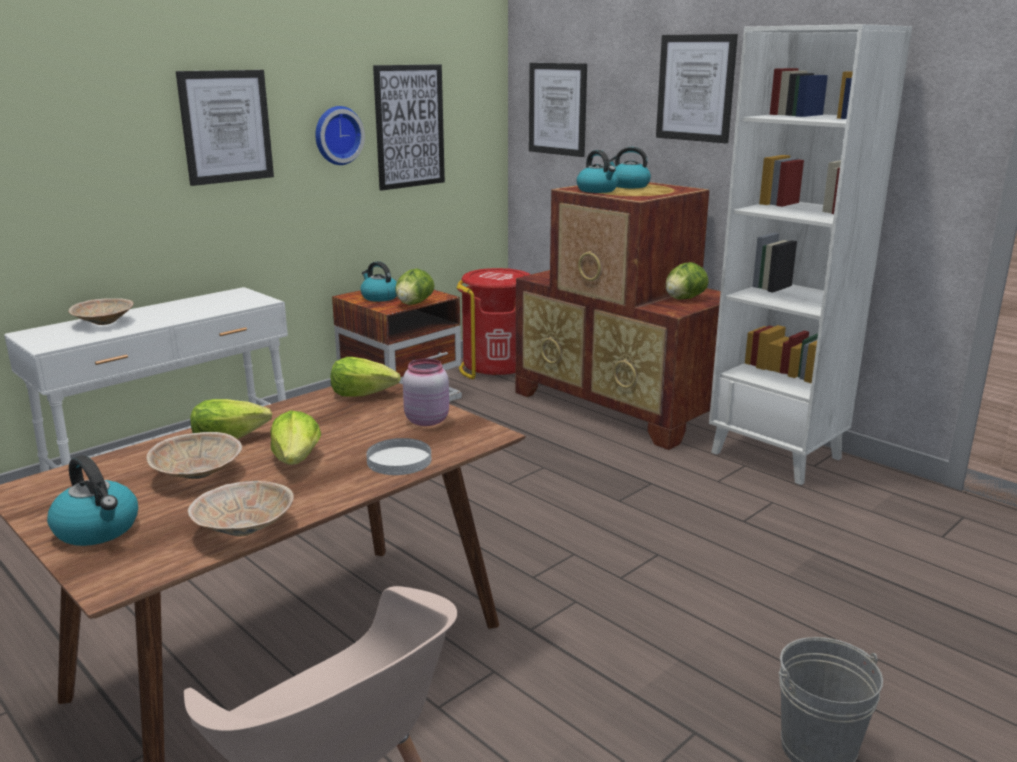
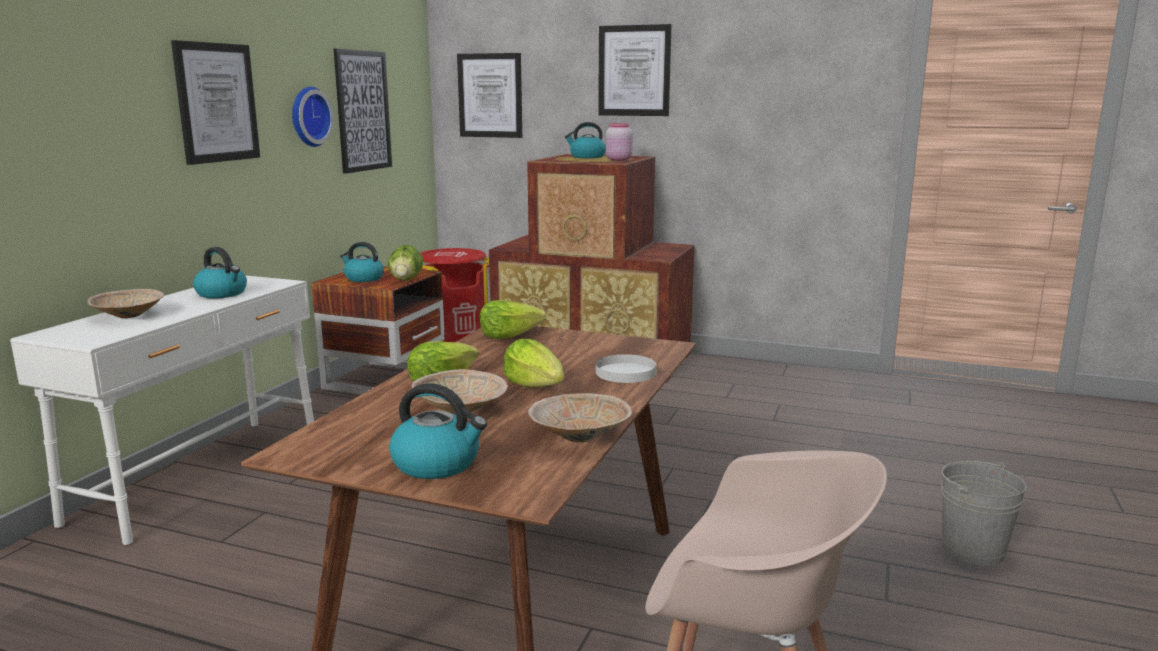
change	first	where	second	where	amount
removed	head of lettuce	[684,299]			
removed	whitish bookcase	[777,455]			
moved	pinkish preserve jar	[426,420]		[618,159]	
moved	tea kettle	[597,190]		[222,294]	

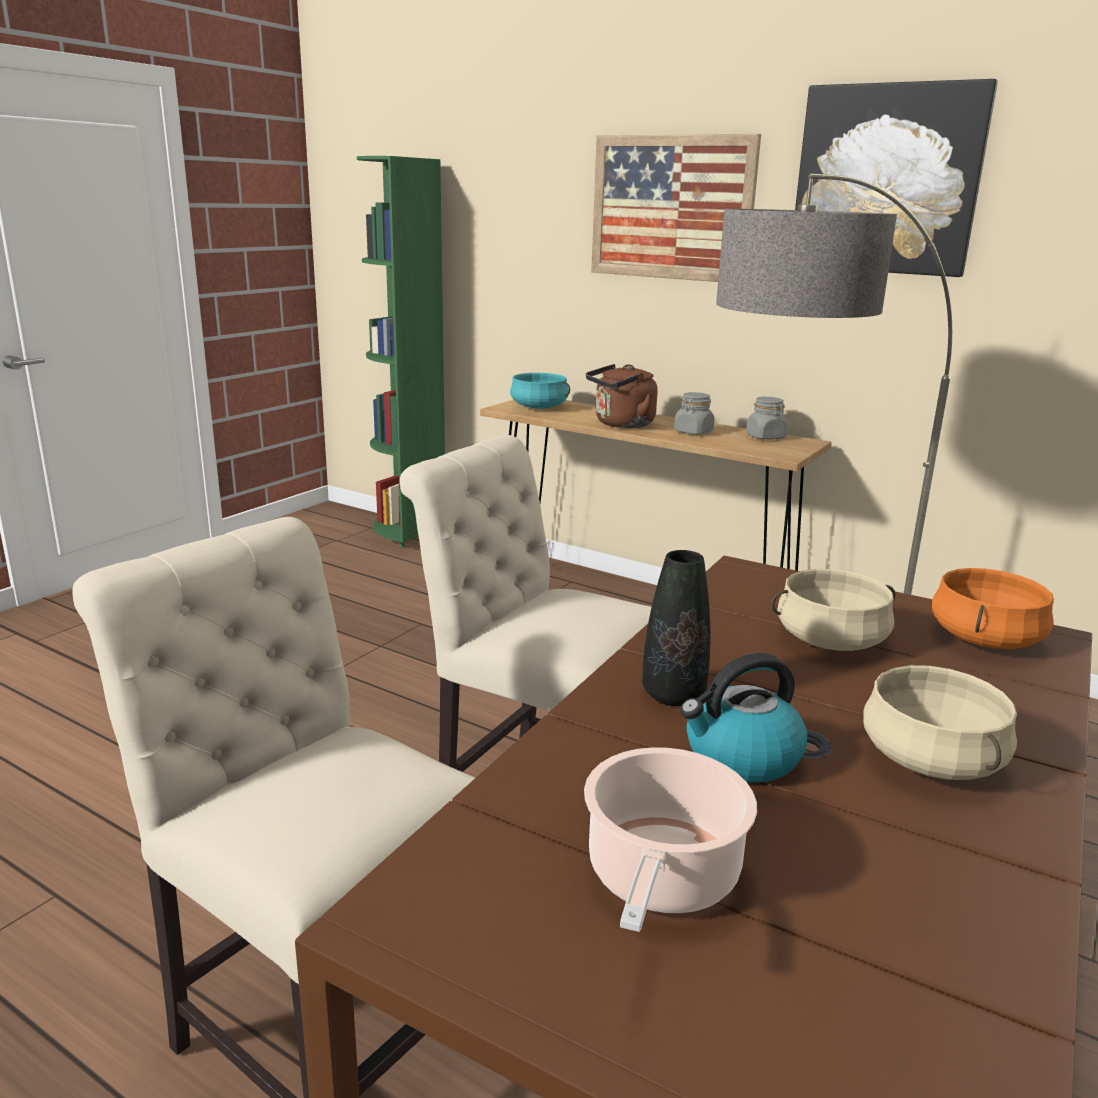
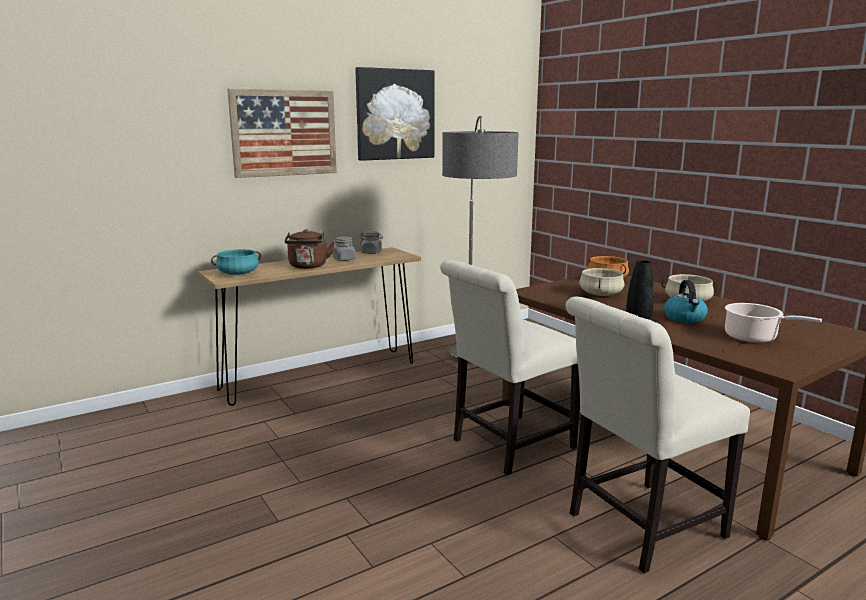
change	first	where	second	where	amount
removed	green bookcase	[403,535]			

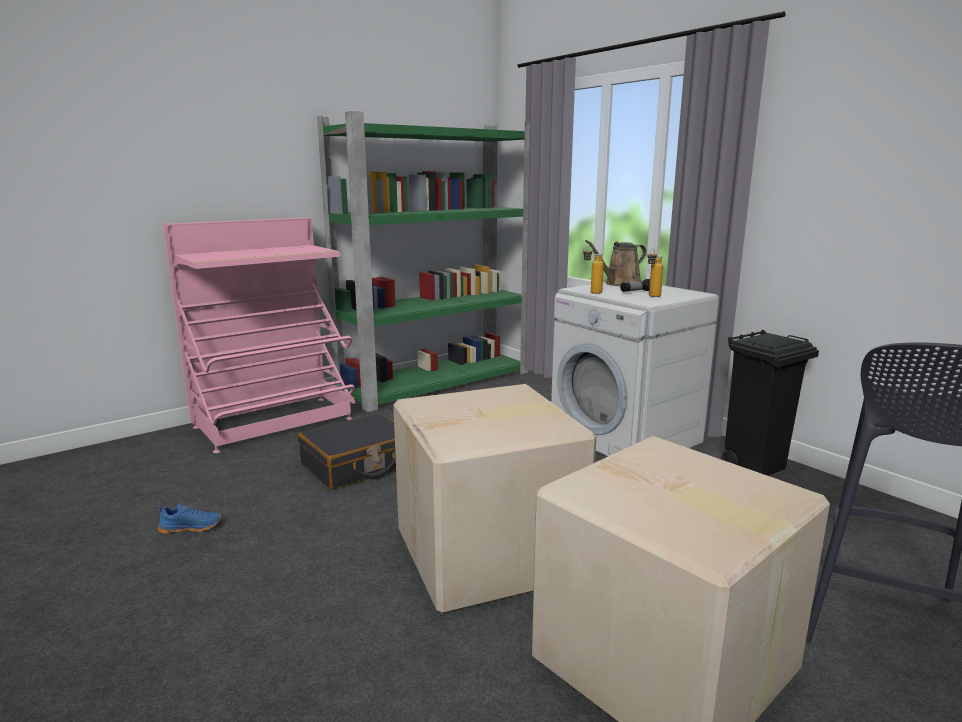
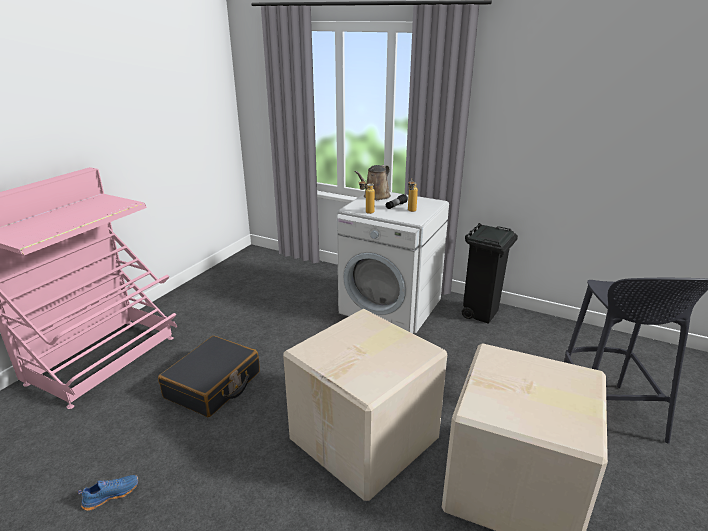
change	first	where	second	where	amount
removed	green bookcase	[436,382]			

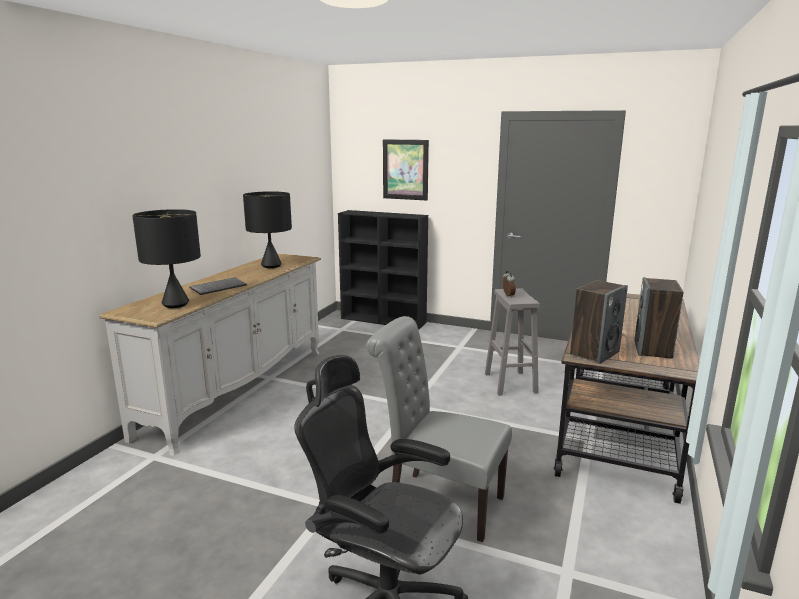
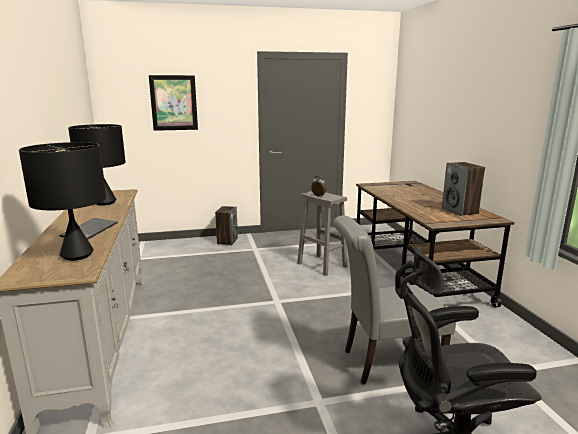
change	first	where	second	where	amount
removed	black bookcase	[384,320]			
moved	loudspeaker	[594,353]		[227,241]	

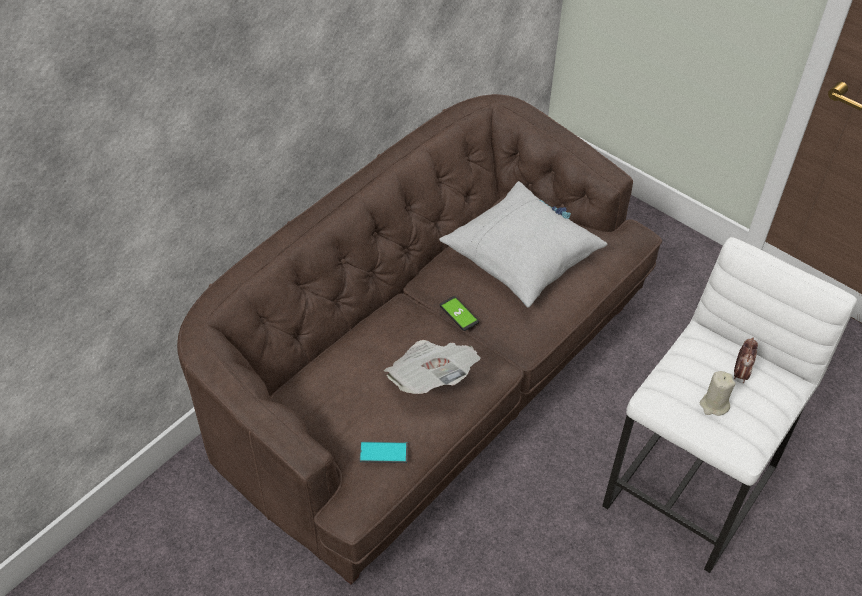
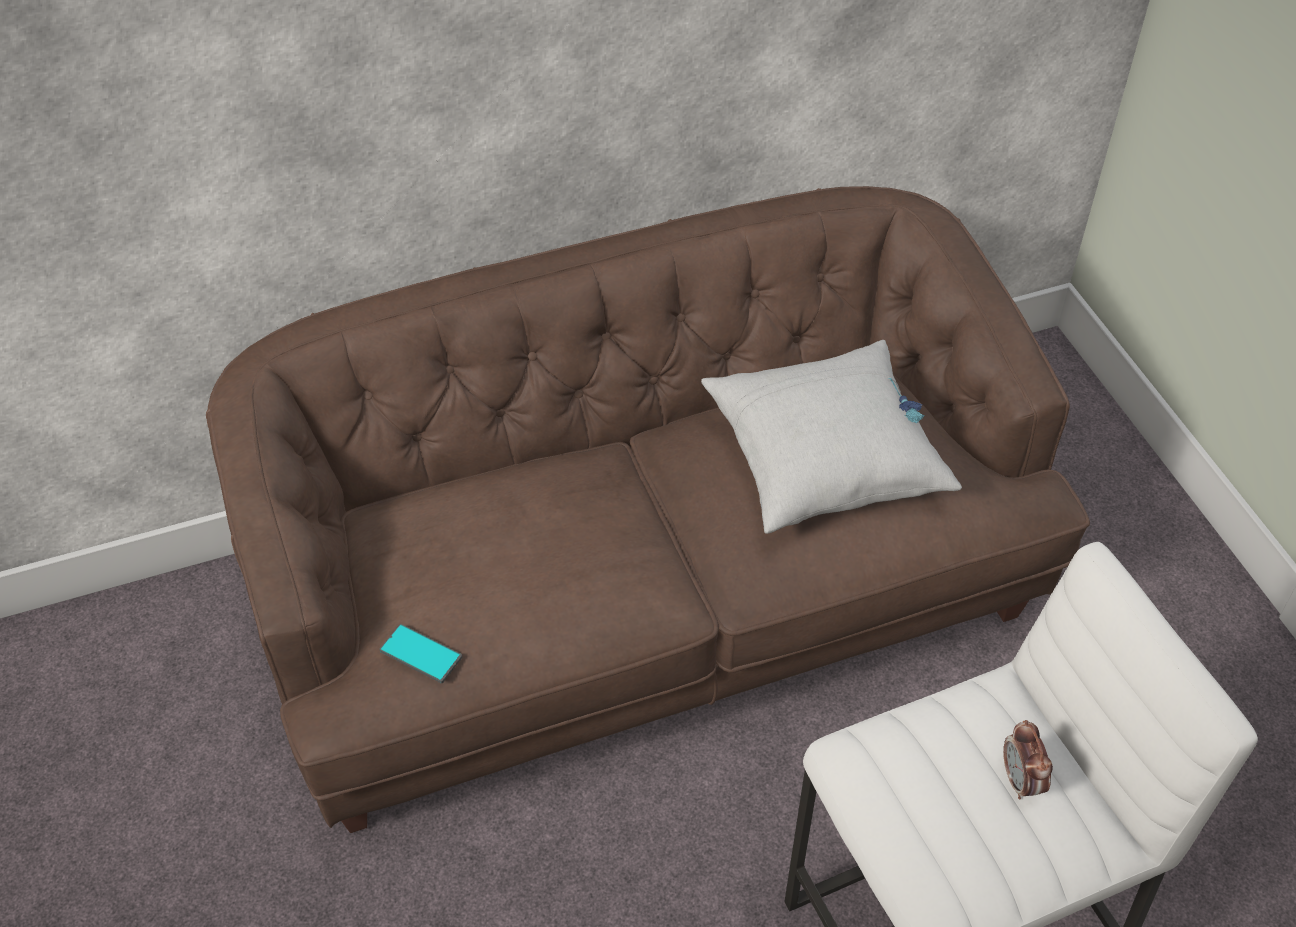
change	first	where	second	where	amount
removed	newspaper	[430,379]			
removed	telephone	[459,314]			
removed	beige candle	[714,405]			
turned	bedside clock	[740,373]		[1020,781]	120 degrees clockwise

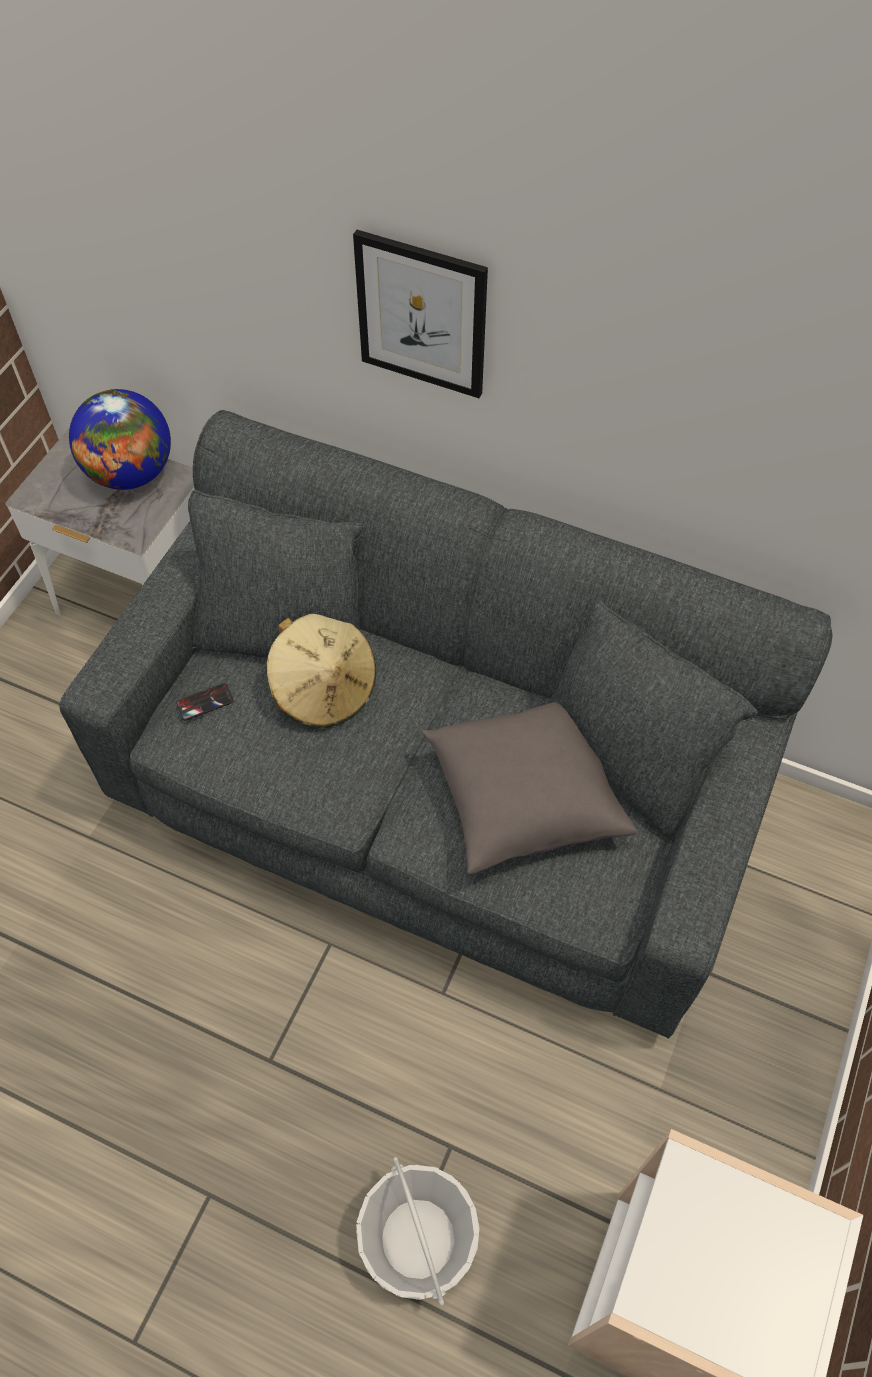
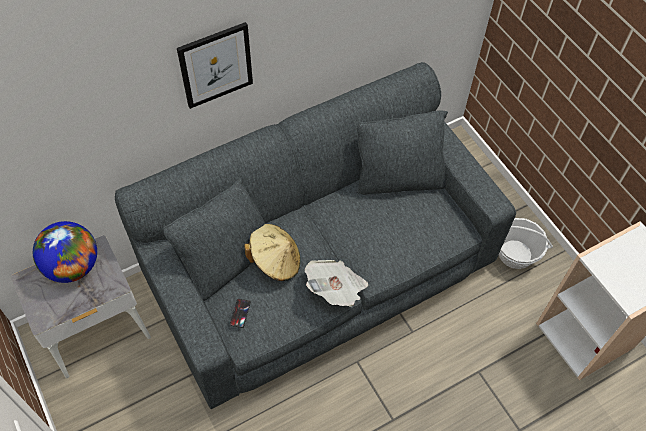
change	first	where	second	where	amount
removed	gray throw pillow	[524,795]			
added			newspaper	[336,289]	
moved	basket	[418,1238]		[515,254]	

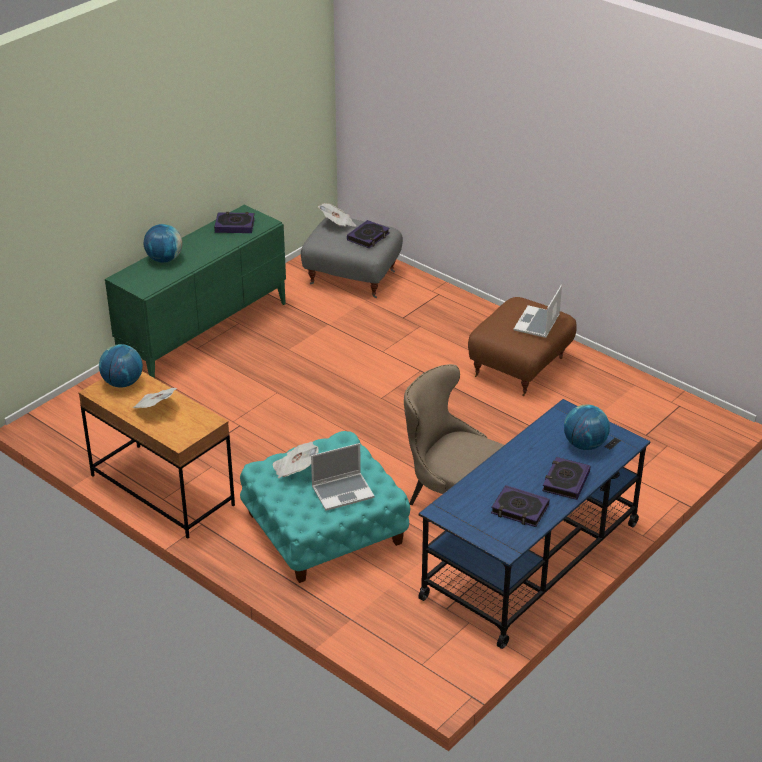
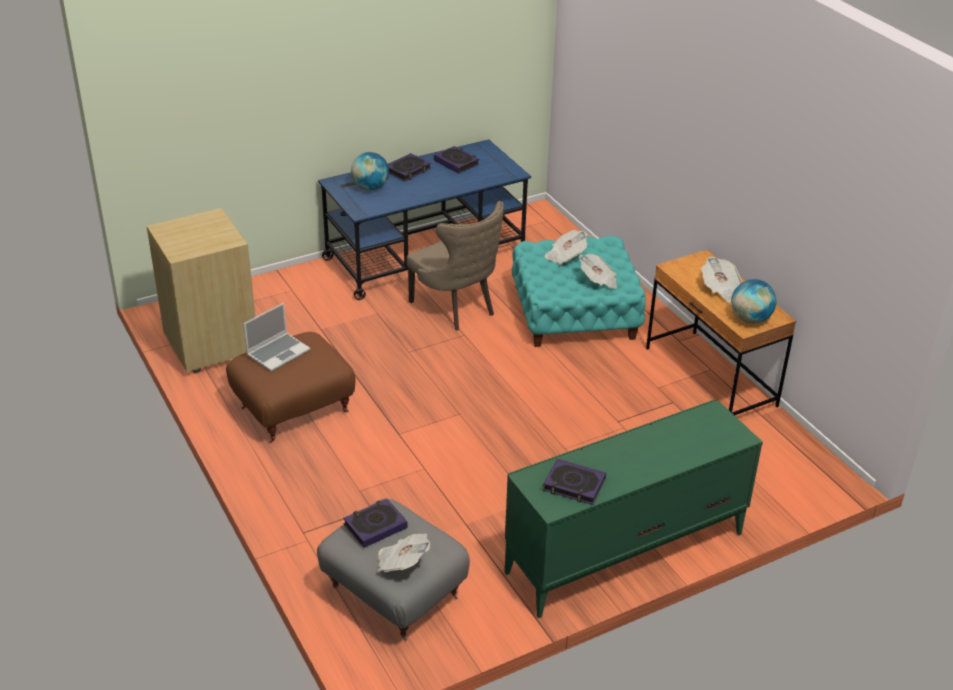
change	first	where	second	where	amount
removed	world globe	[164,259]			
added			brown chest of drawers	[212,347]	
replaced	portable computer	[343,492]	newspaper	[565,256]	

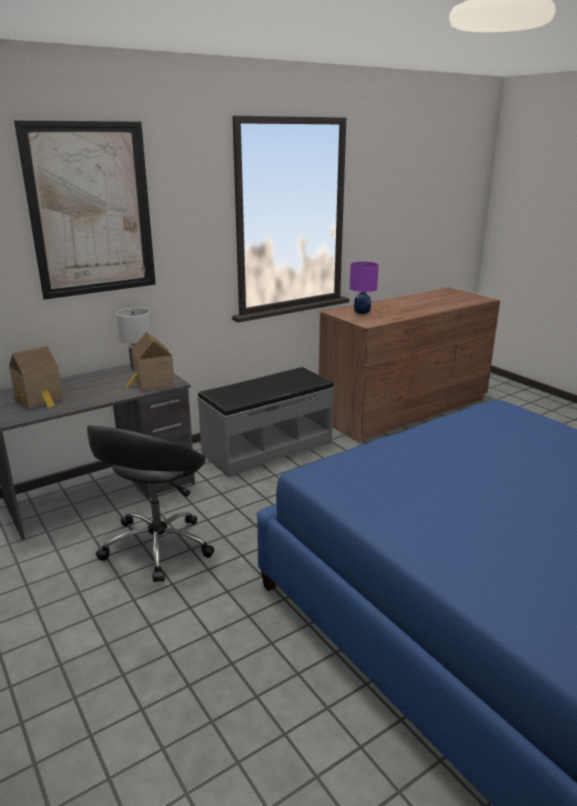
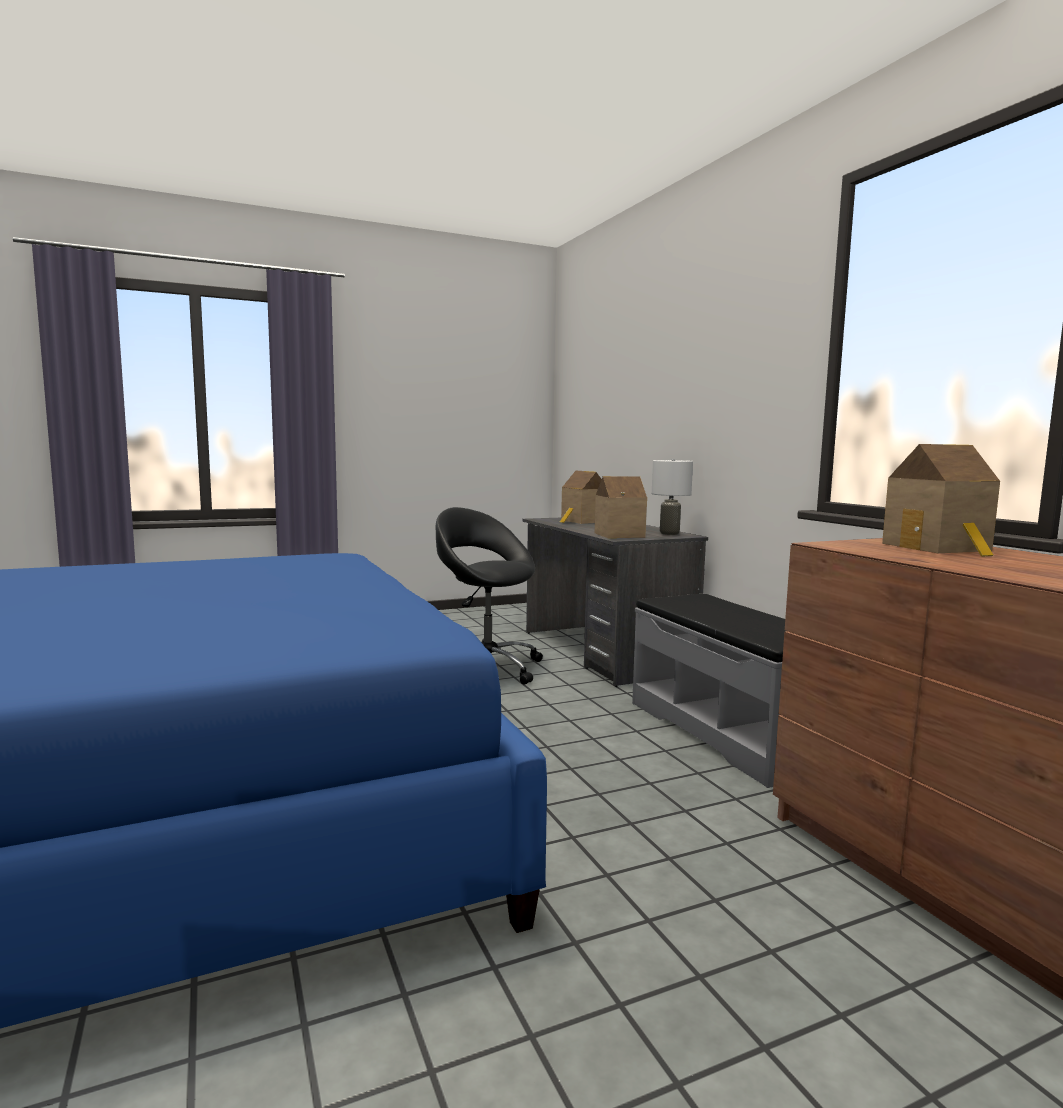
change	first	where	second	where	amount
removed	picture	[91,210]			
replaced	purple lamp for a table	[362,312]	miniature house	[940,548]	

